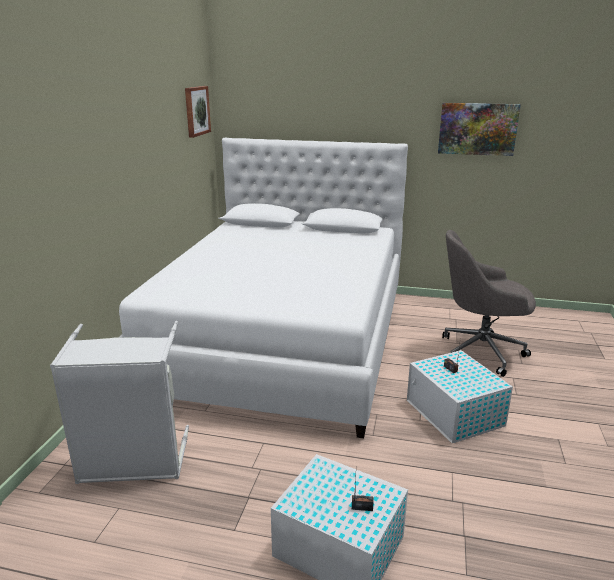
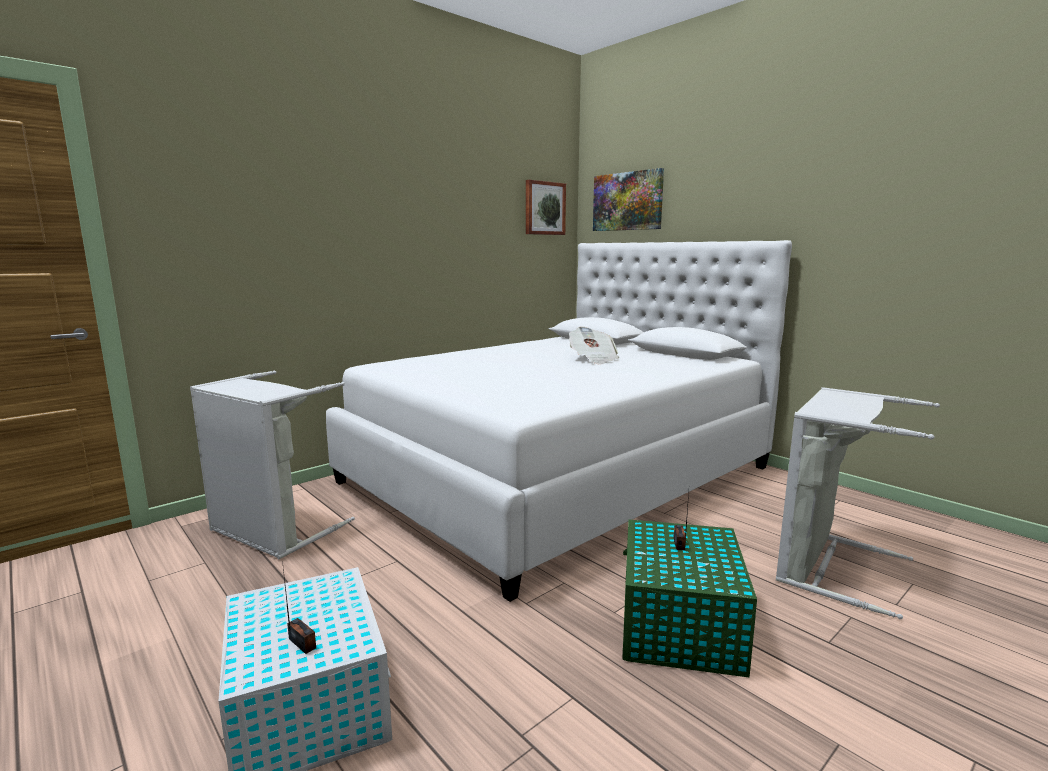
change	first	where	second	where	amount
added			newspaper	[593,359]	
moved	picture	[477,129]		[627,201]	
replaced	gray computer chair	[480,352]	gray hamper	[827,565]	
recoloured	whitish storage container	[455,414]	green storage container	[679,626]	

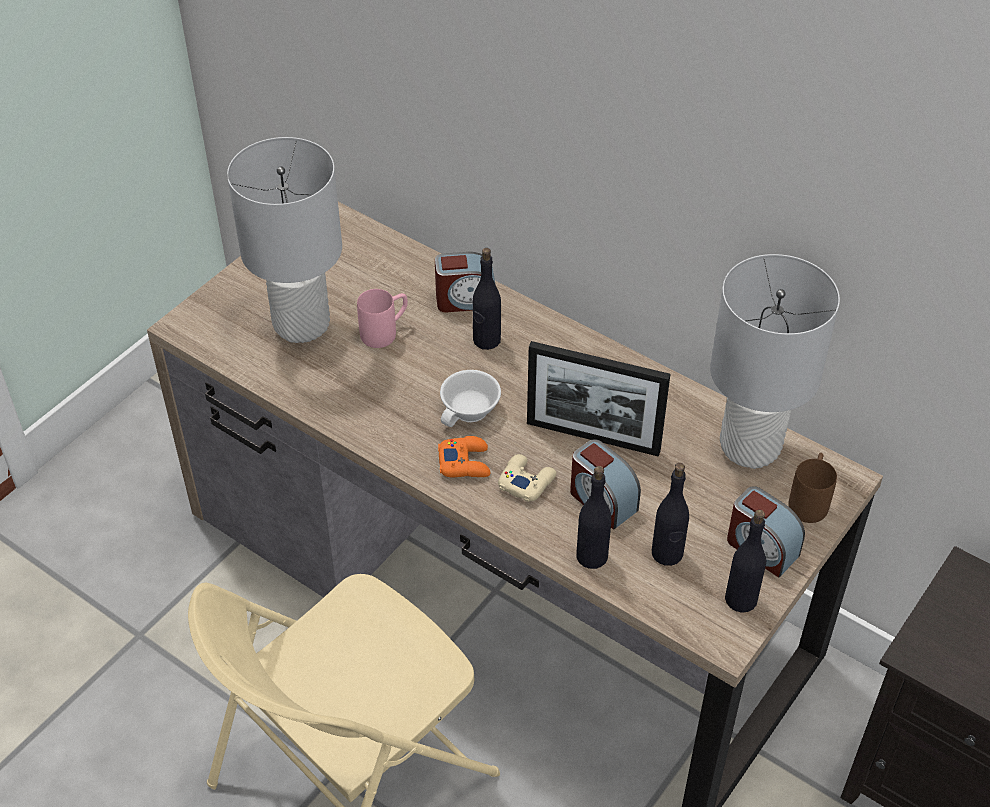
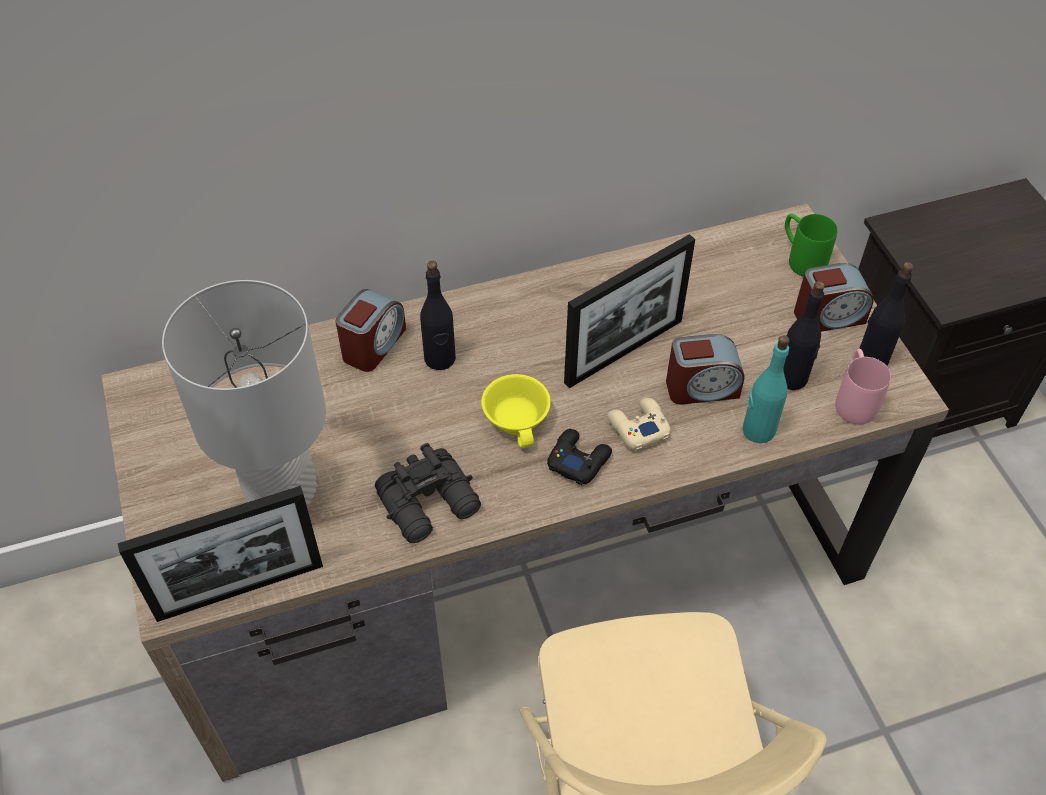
change	first	where	second	where	amount
removed	gray lamp for a table	[748,450]			
added			photo frame	[240,590]	
added			black binoculars	[431,504]	
moved	pinkish coffee mug	[385,332]		[854,399]	
recoloured	orangey joypad	[465,462]	black joypad	[578,460]	
recoloured	whitish cup	[471,411]	yellow cup	[519,420]	
recoloured	black beverage bottle	[591,556]	turquoise-coloured beverage bottle	[758,430]	
recoloured	brown coffee mug	[809,500]	green coffee mug	[800,258]	

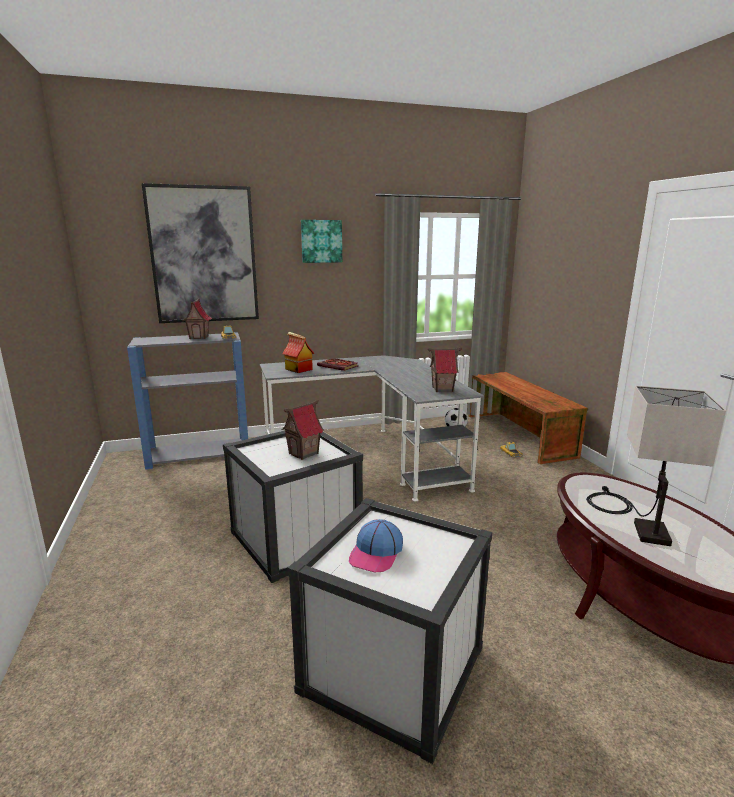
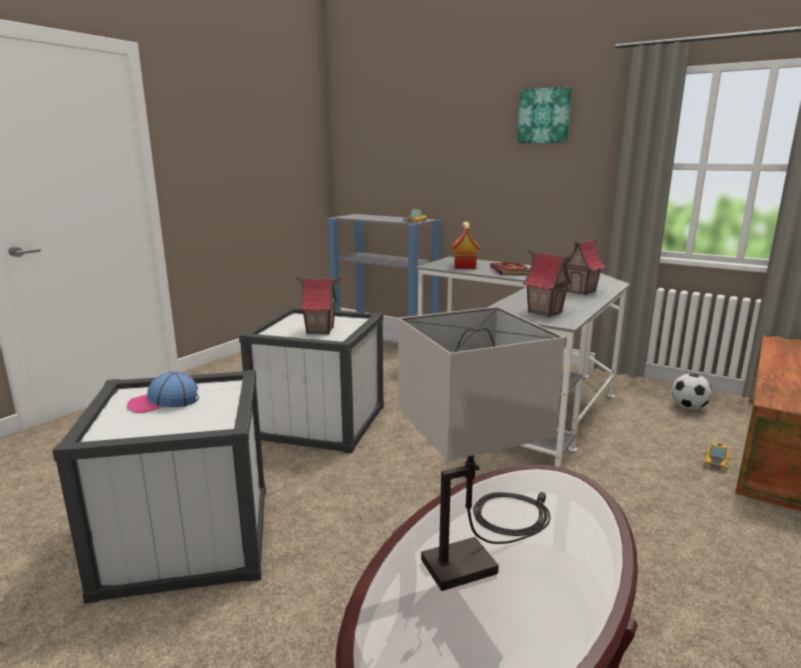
change	first	where	second	where	amount
removed	picture	[204,255]			
moved	miniature house	[199,337]		[581,291]	

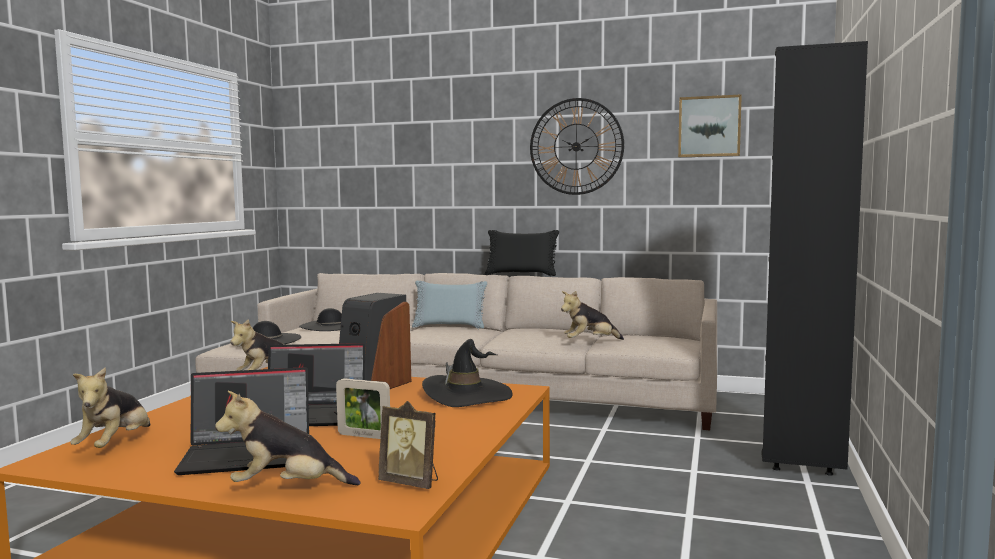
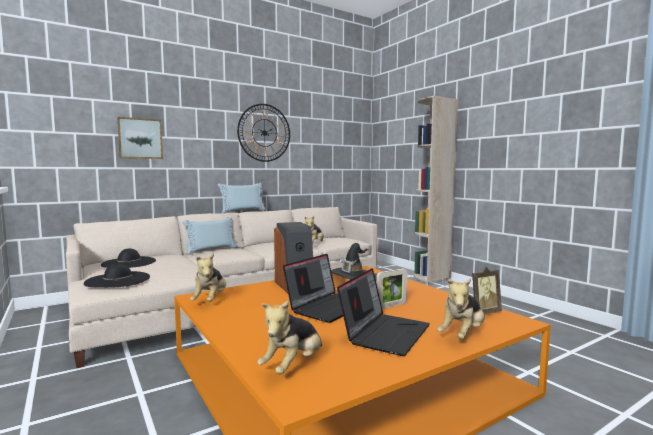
change	first	where	second	where	amount
moved	picture	[709,126]		[140,138]	
recoloured	black throw pillow	[521,275]	blue throw pillow	[243,211]	
recoloured	black bookcase	[803,464]	beige bookcase	[428,281]	
turned	plush toy	[115,445]		[293,366]	75 degrees clockwise

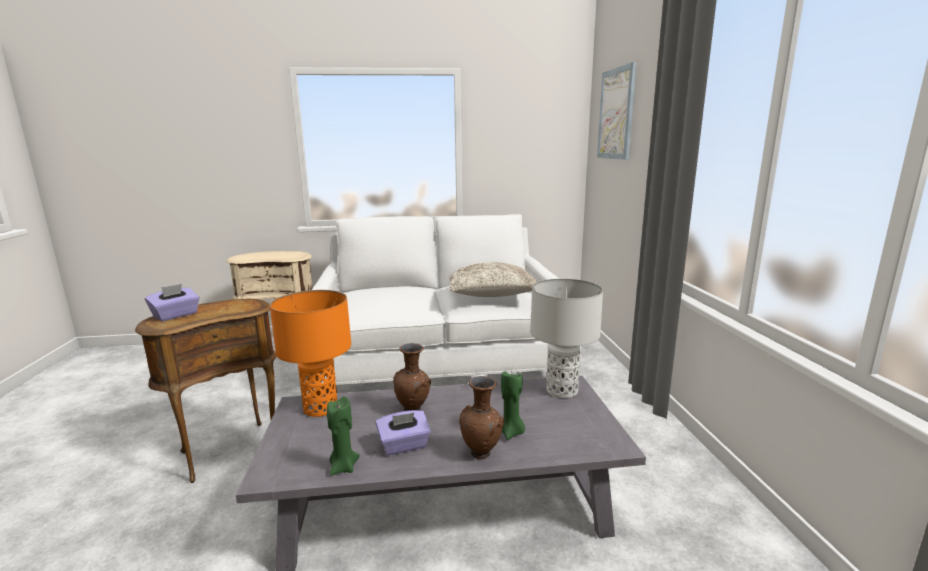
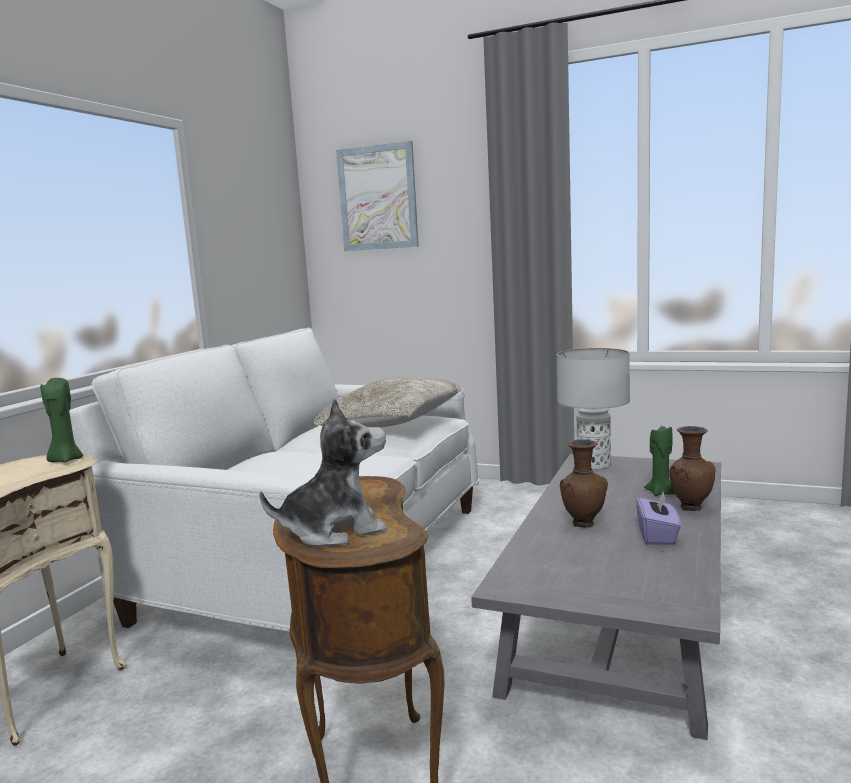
change	first	where	second	where	amount
removed	orangey lamp for a table	[321,408]			
moved	green candle	[343,467]		[65,460]	
replaced	purple tissue holder	[176,315]	plush toy	[334,530]	

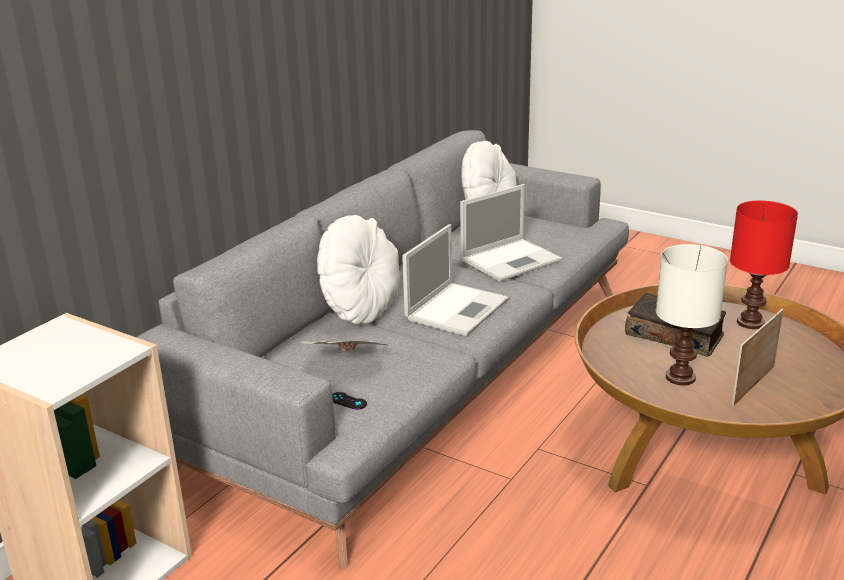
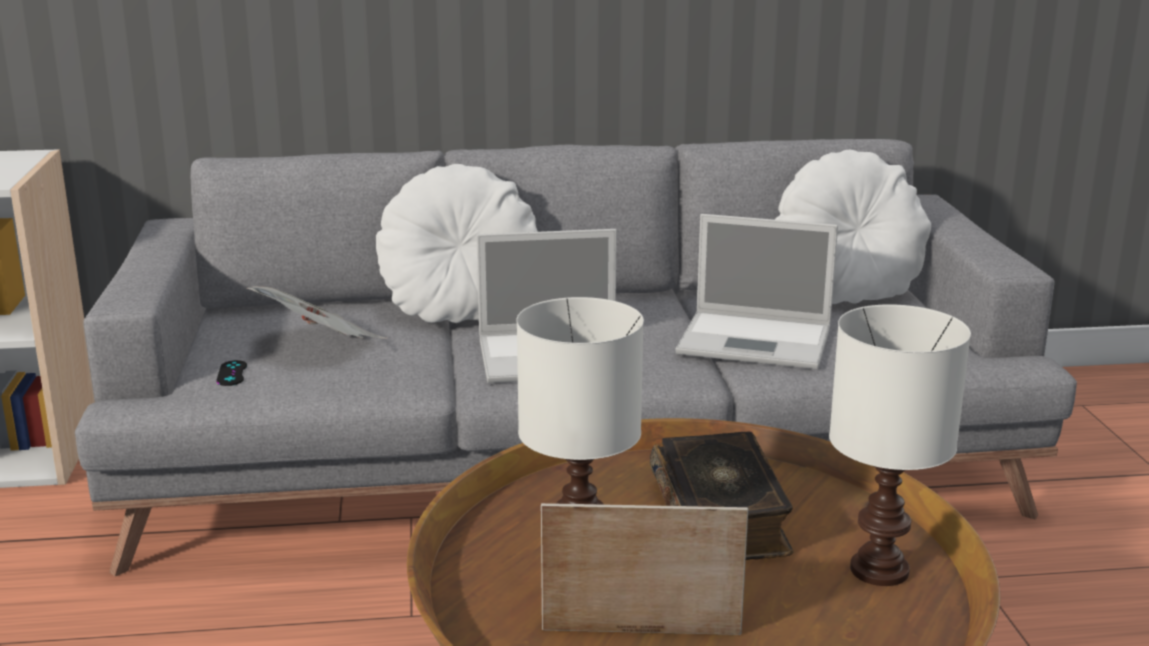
change	first	where	second	where	amount
recoloured	reddish lamp for a table	[751,323]	whitish lamp for a table	[880,571]	

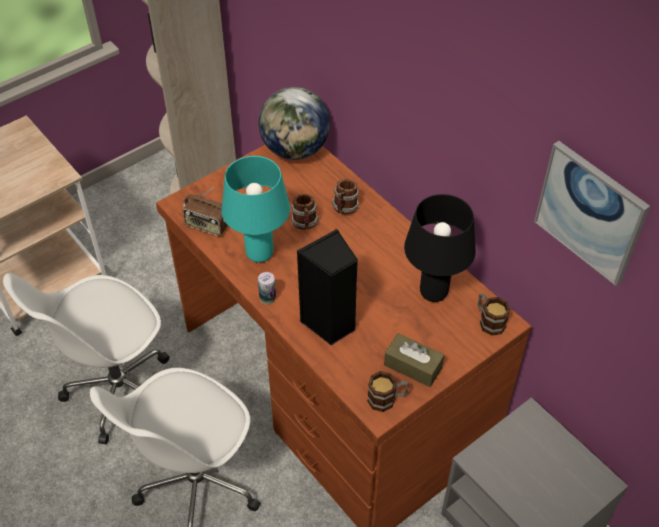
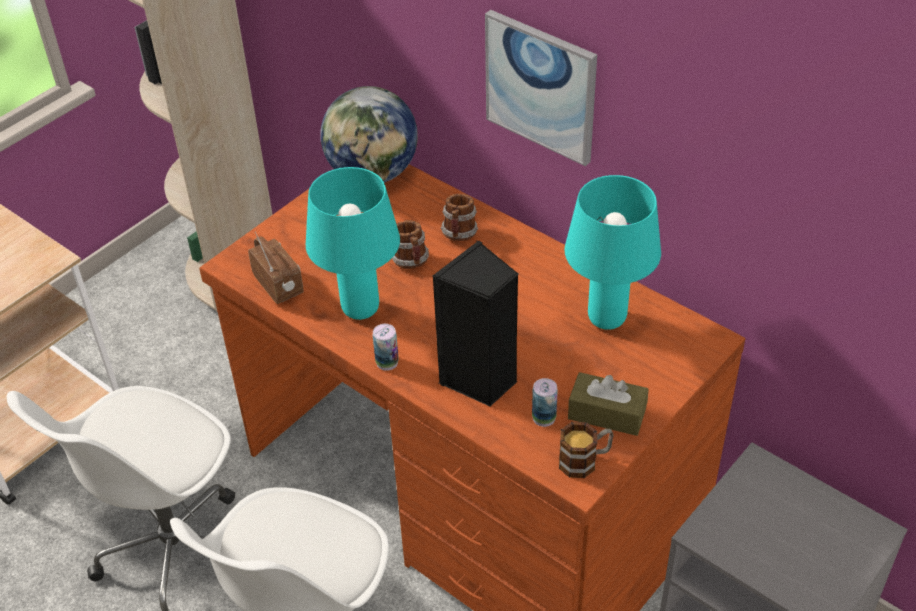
change	first	where	second	where	amount
removed	coffee mug	[489,321]			
added			sealed can	[544,417]	
moved	picture	[590,212]		[541,86]	
recoloured	black lamp for a table	[432,293]	turquoise-coloured lamp for a table	[605,319]	
turned	radio	[207,225]		[279,285]	135 degrees counterclockwise

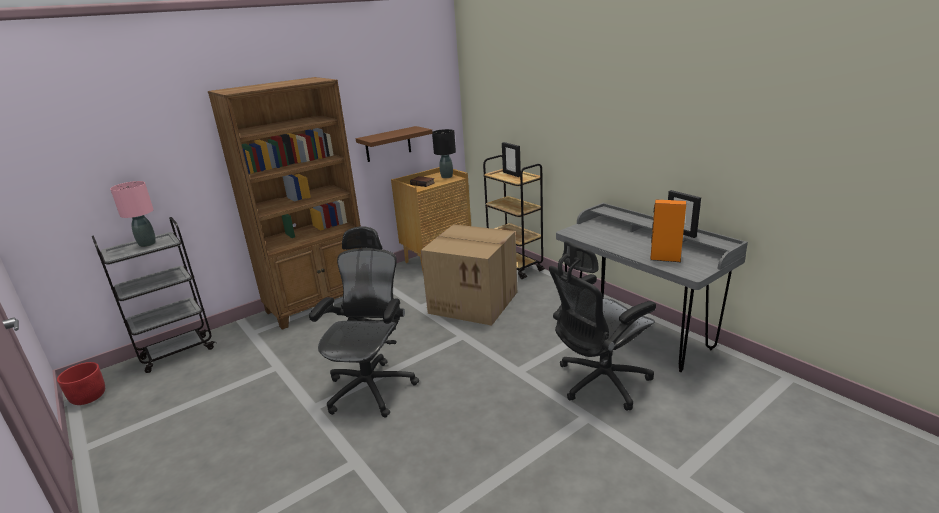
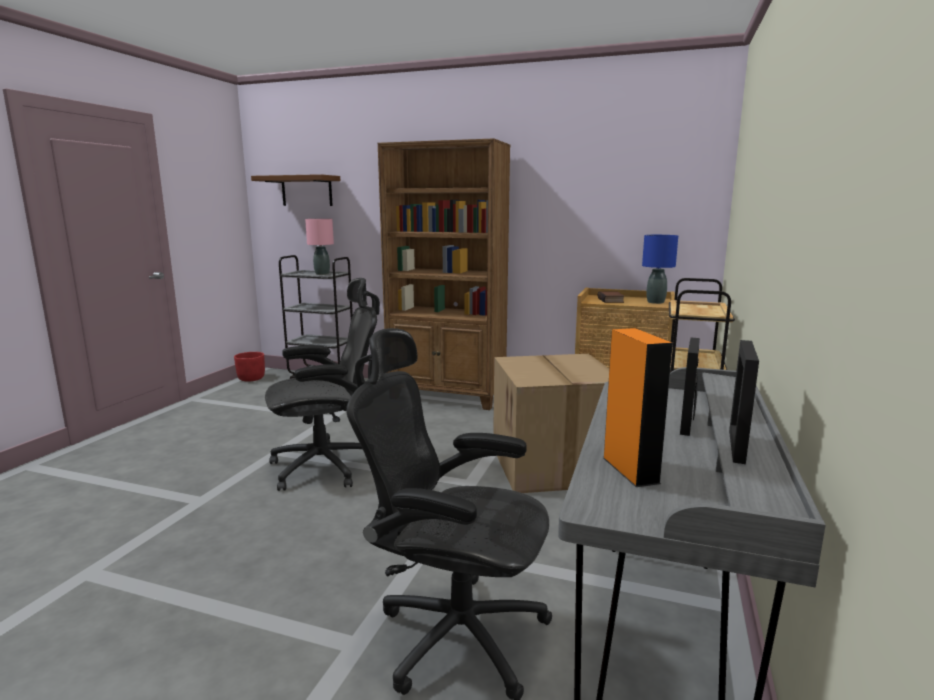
change	first	where	second	where	amount
moved	brown bracket shelf	[388,144]		[306,191]	
moved	photo frame	[512,174]		[687,423]	
recoloured	black lamp for a table	[446,176]	blue lamp for a table	[655,302]	

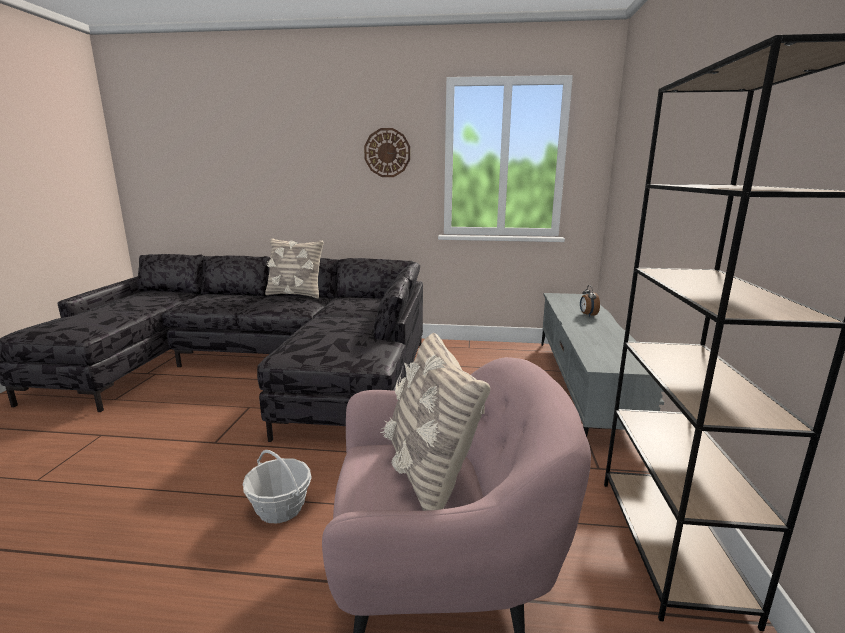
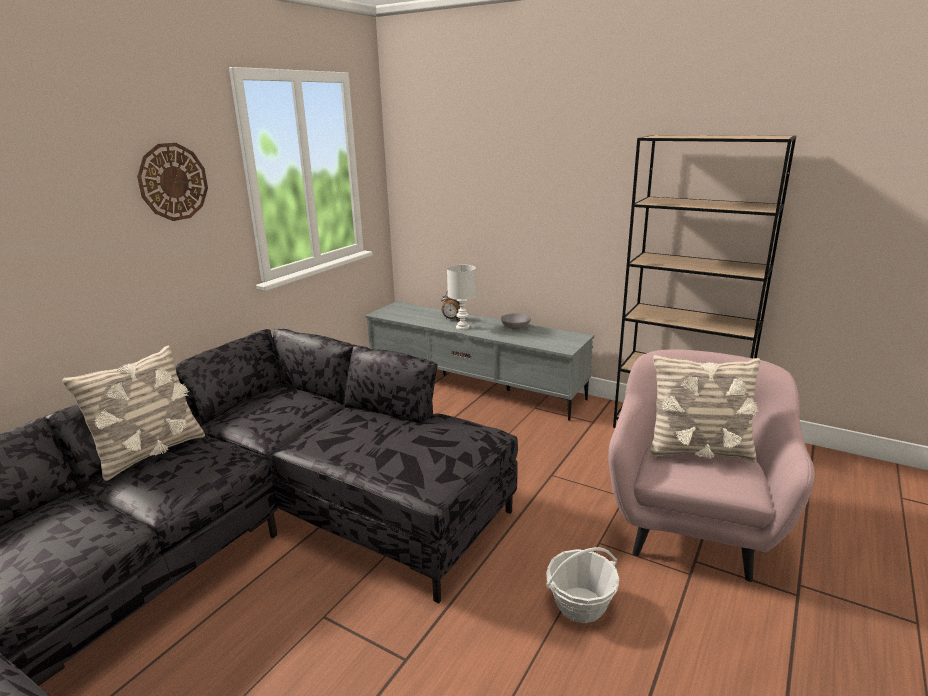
change	first	where	second	where	amount
added			whitish lamp for a table	[462,327]	
added			gray bowl	[515,327]	

